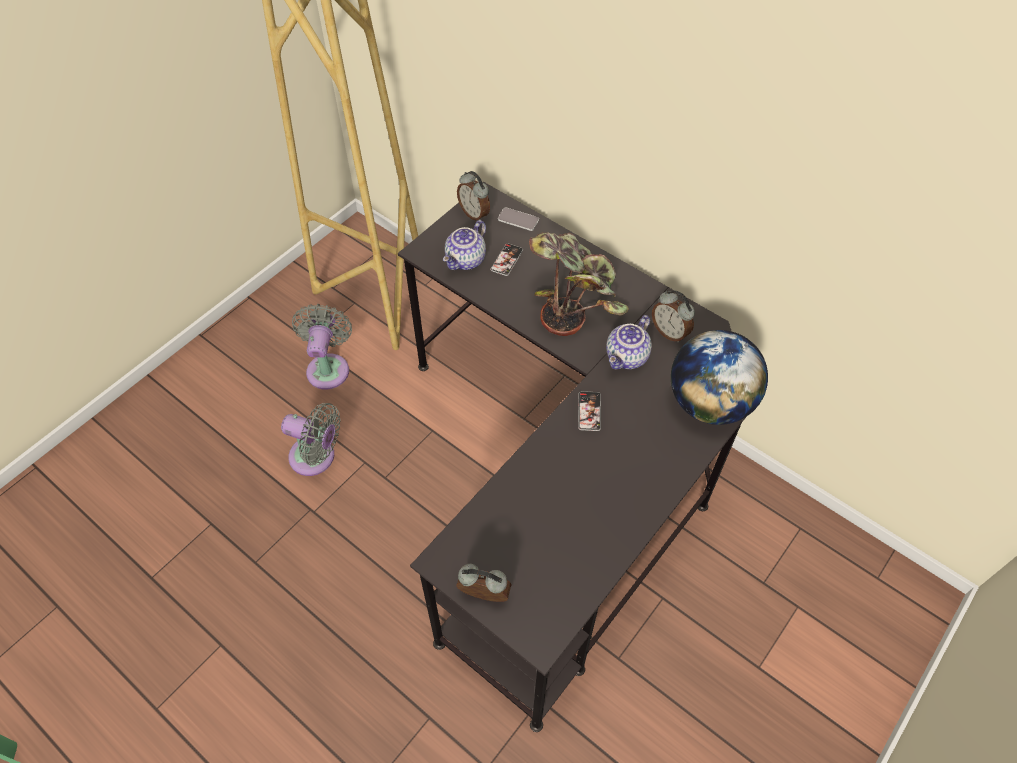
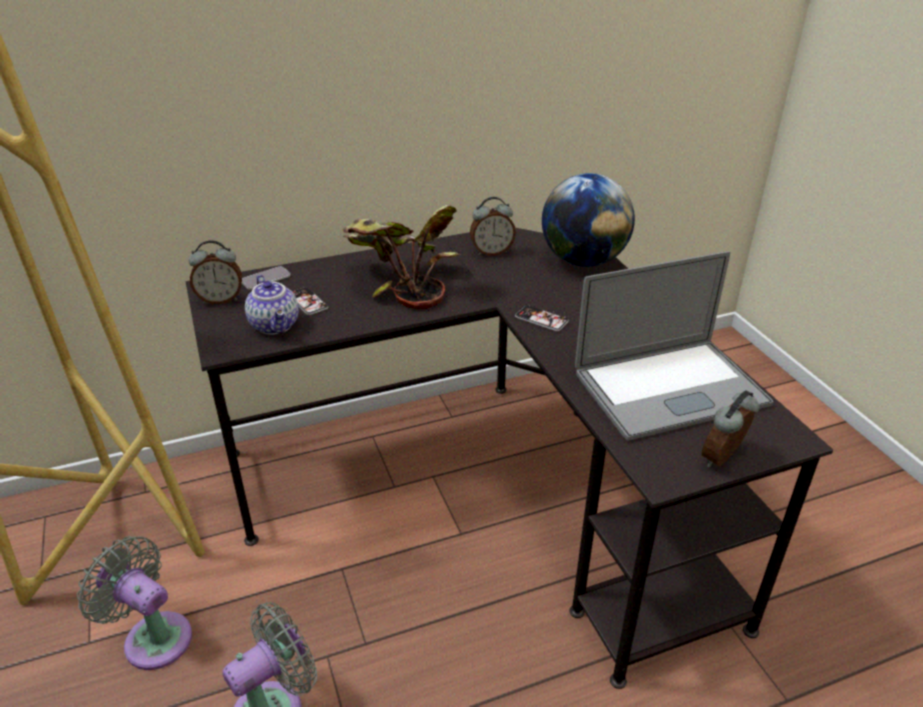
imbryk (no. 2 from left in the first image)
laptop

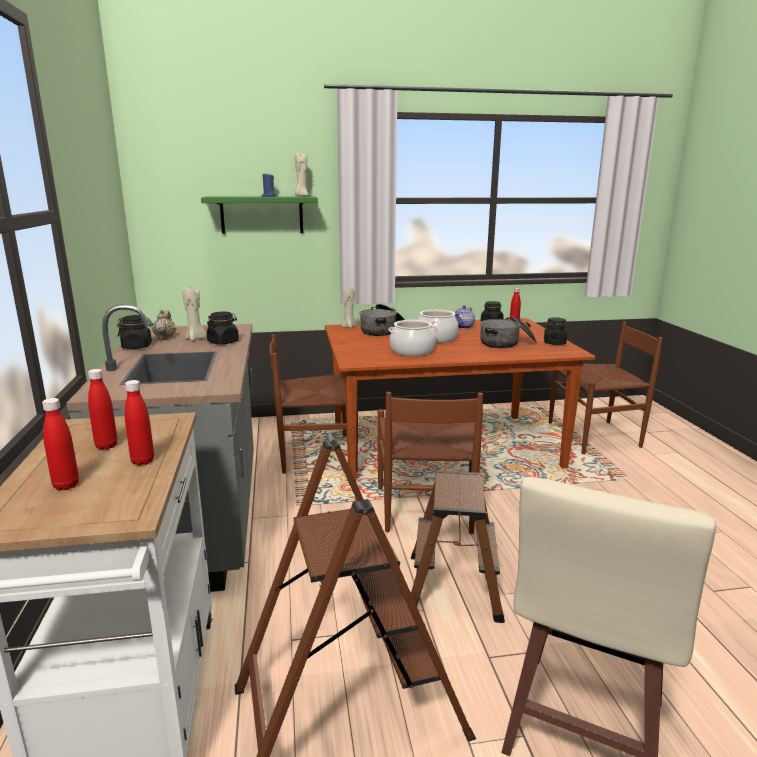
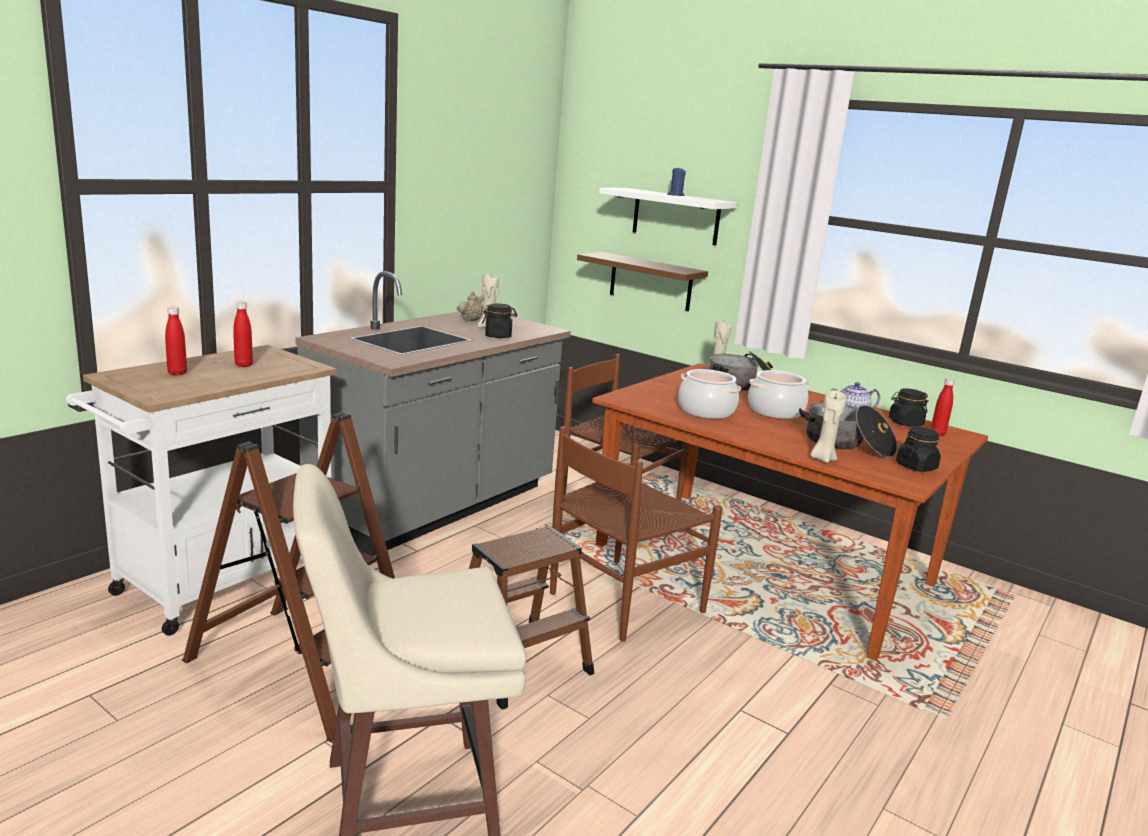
słoik (czarny) (no. 1 from left in the first image)
butelka (czerwony) (no. 3 from left in the first image)
krzesło (brązowy) (no. 3 from left in the first image)
półka (brązowy)
świeca (beżowy) (no. 3 from left)
półka (biały)

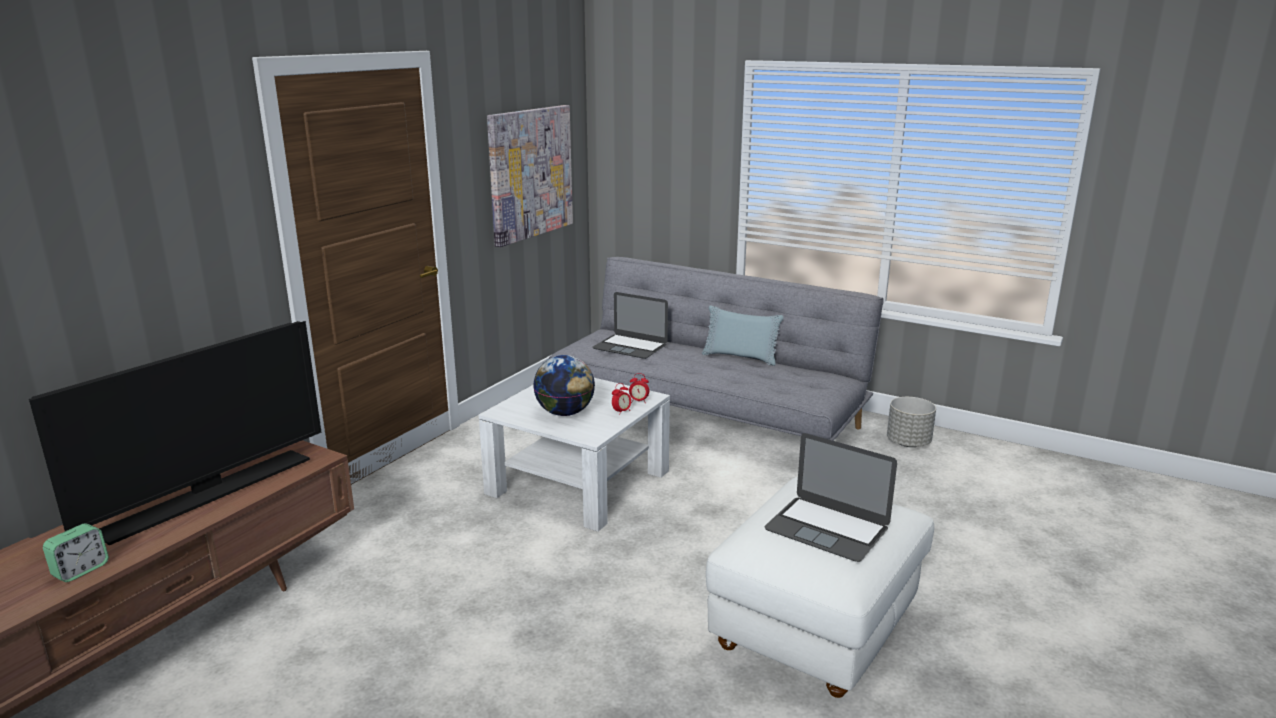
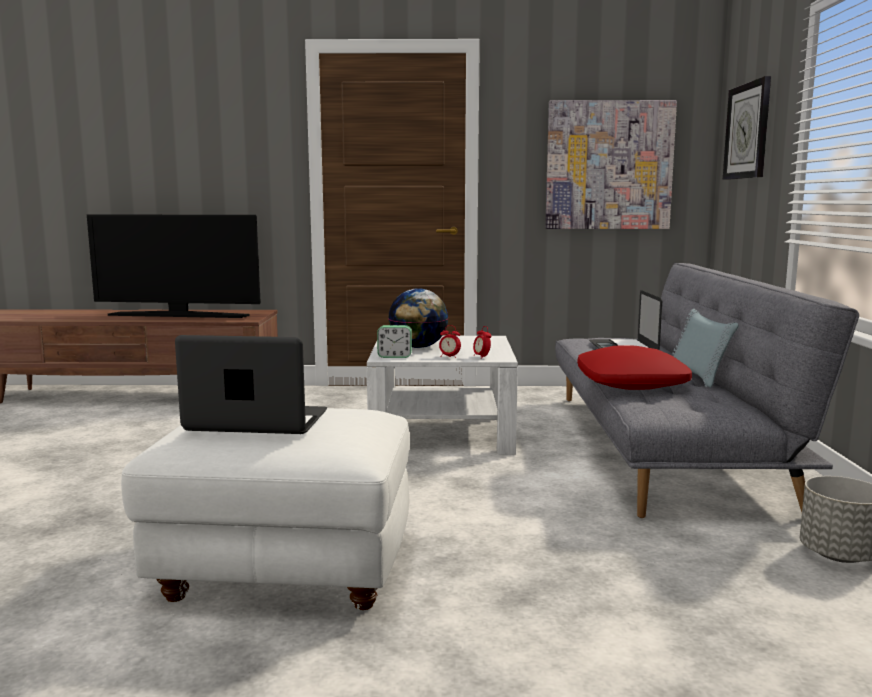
poduszka (czerwony)
zegar ścienny
budzik (no. 1 from left)
laptop (no. 1 from left)

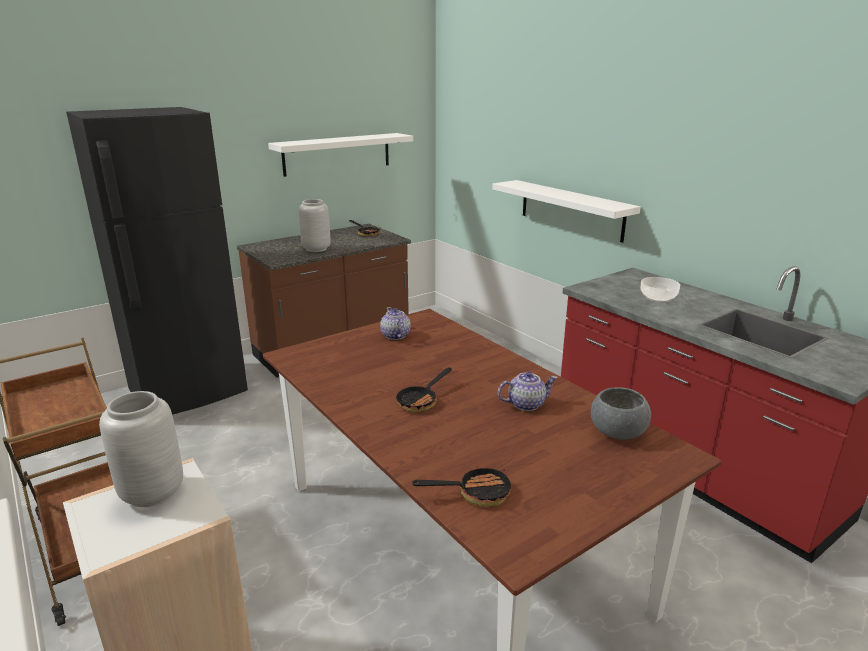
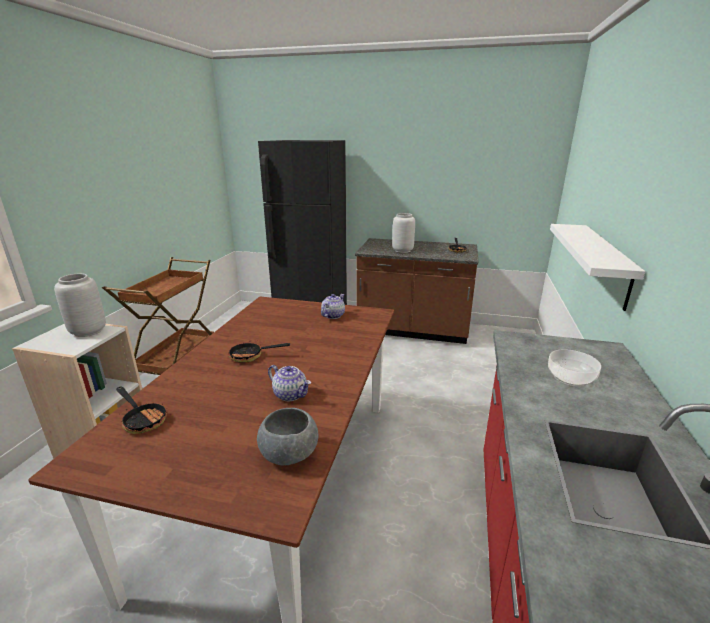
półka (biały) (no. 1 from left in the first image)

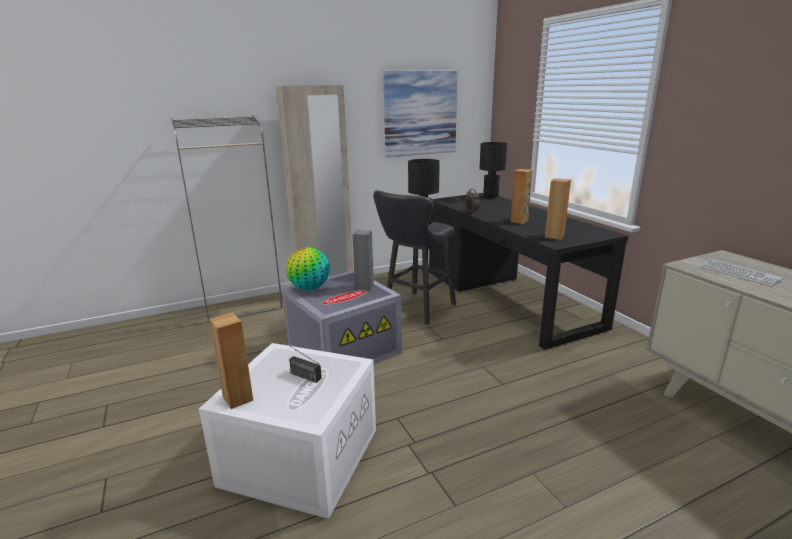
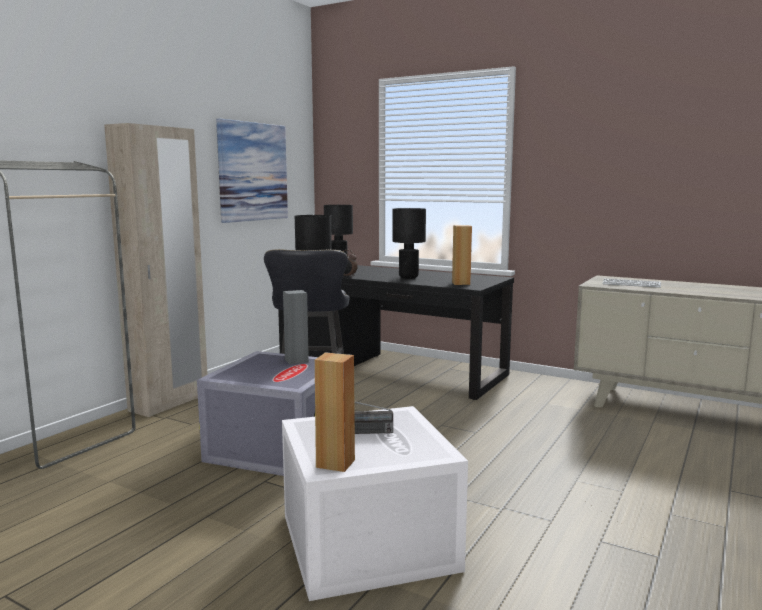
globus
lampa stołowa (czarny) (no. 3 from left)

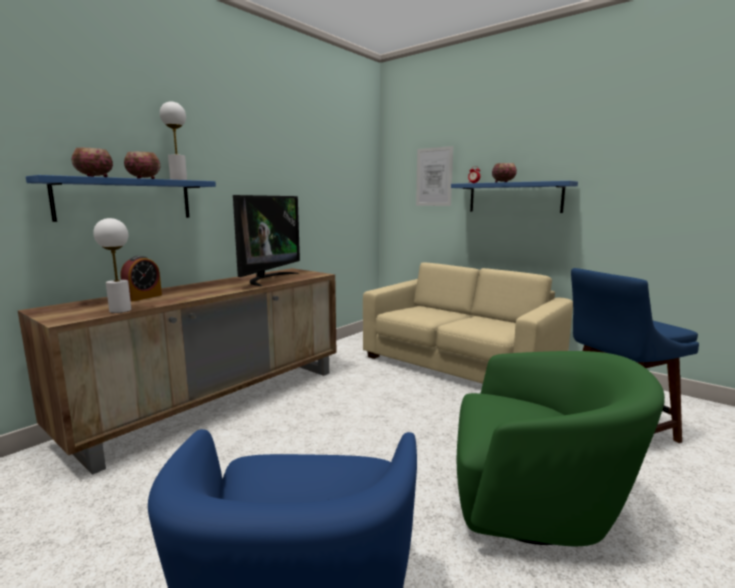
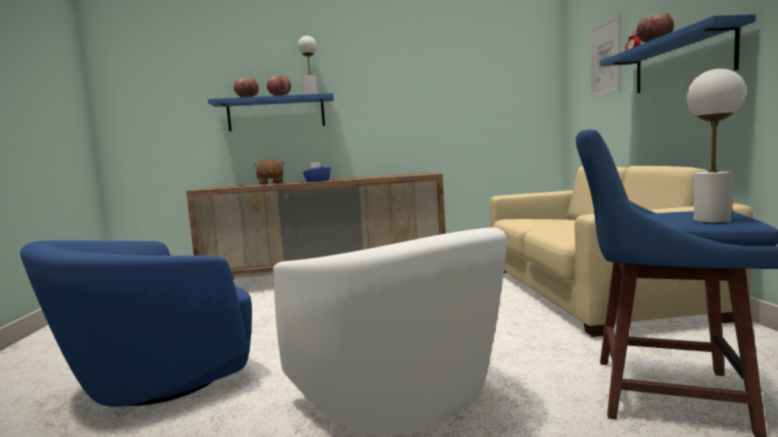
telewizor
pudełko chusteczek (niebieski)
lampa stołowa (biały) (no. 2 from left)
pluszak (brązowy)
fotel (biały)

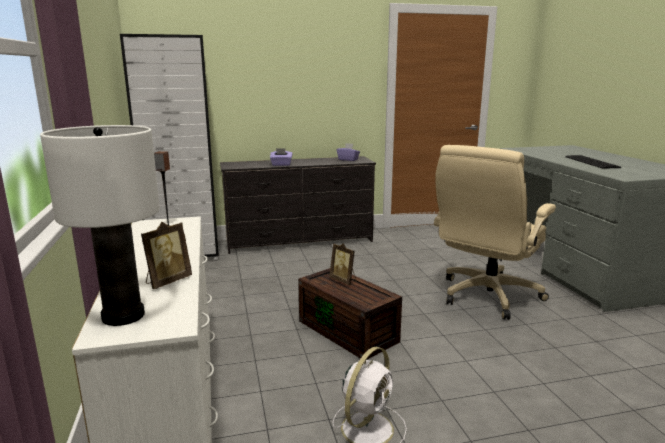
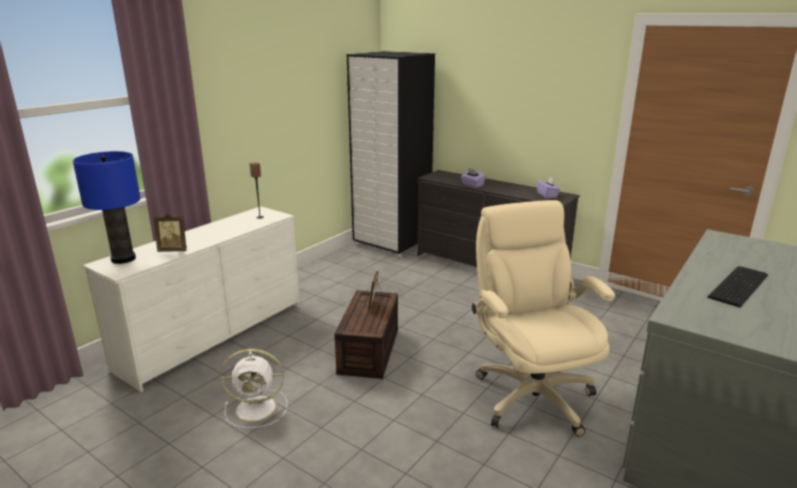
lampa stołowa (niebieski)
krzesło biurowe (beżowy)

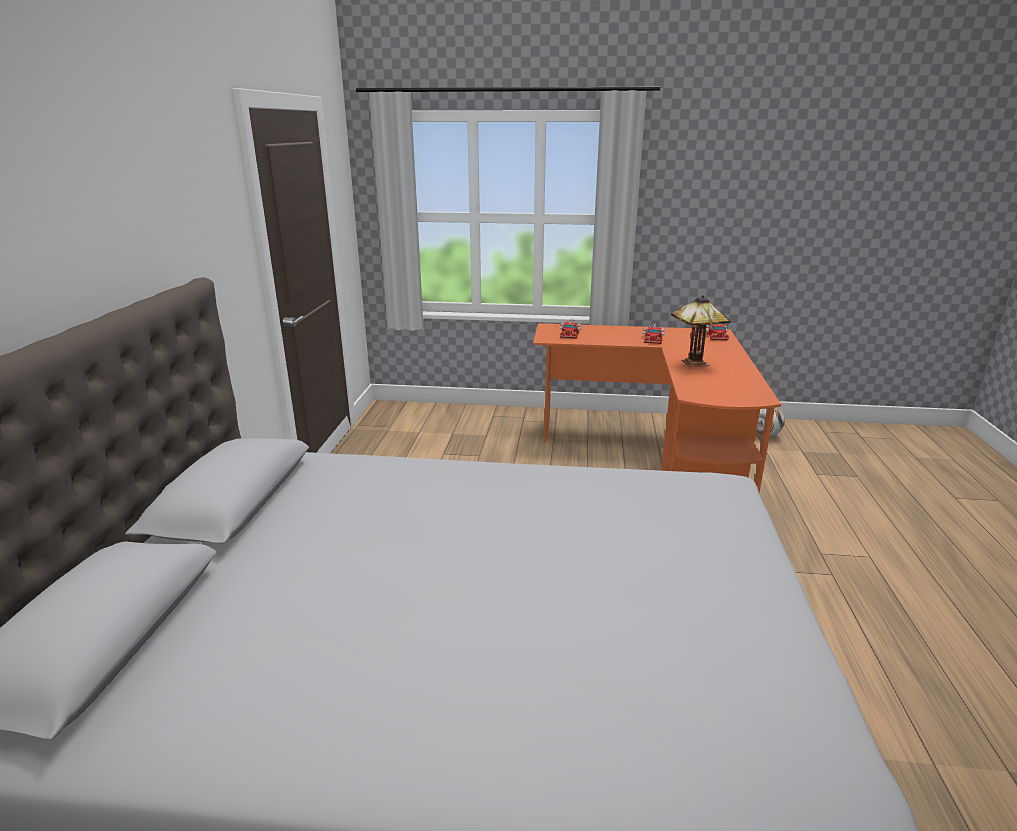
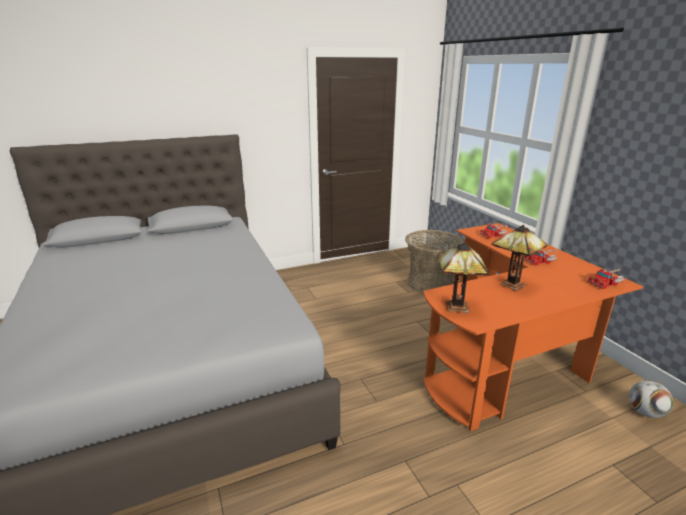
koszyk
lampa stołowa (no. 1 from left)

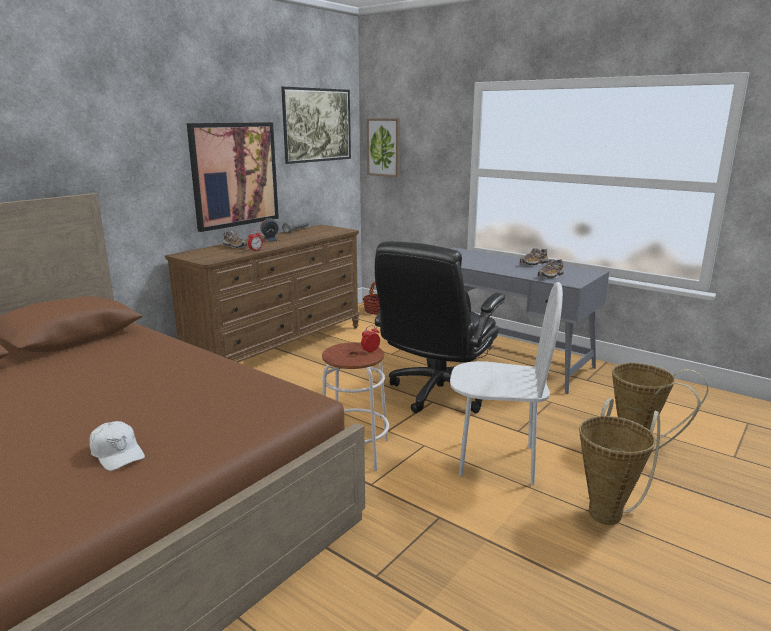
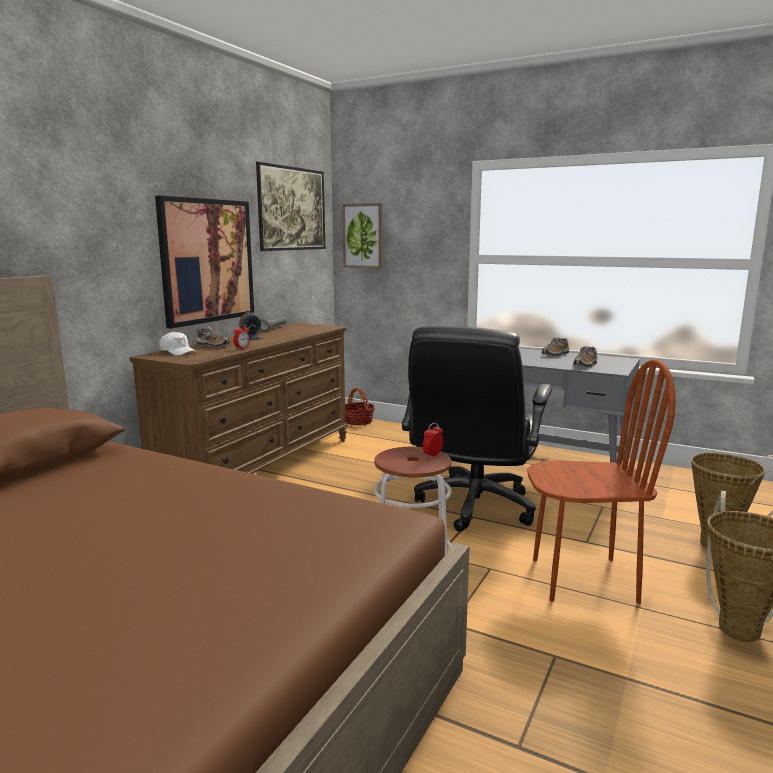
czapka z daszkiem (biały)
krzesło (brązowy)

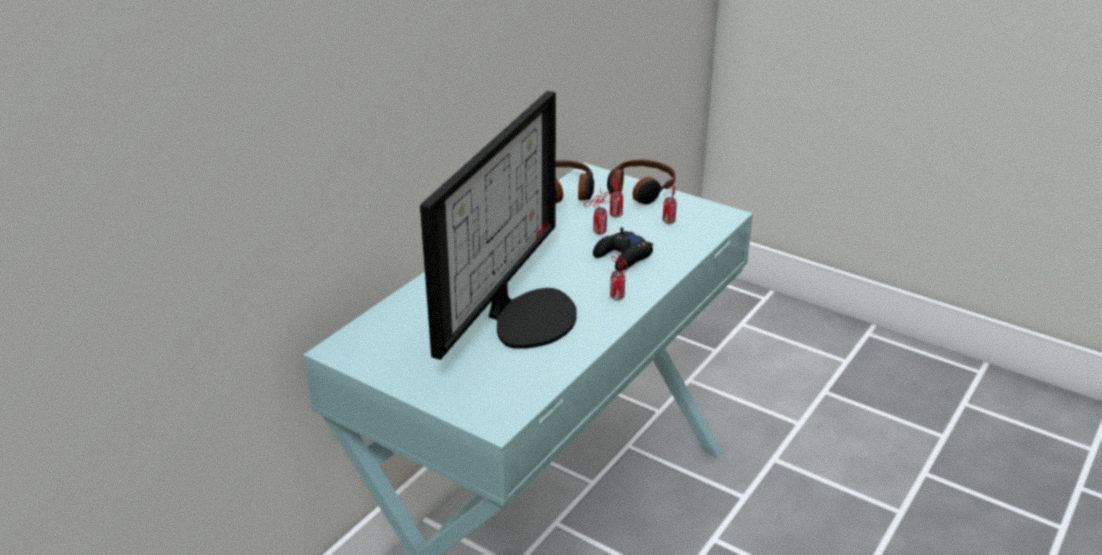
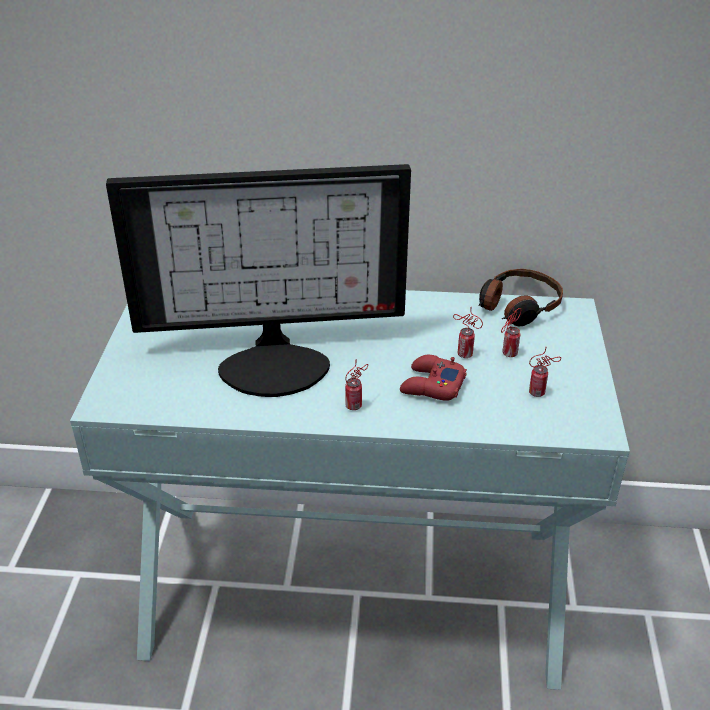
słuchawki (no. 2 from left in the first image)
pad do gier (czerwony)

